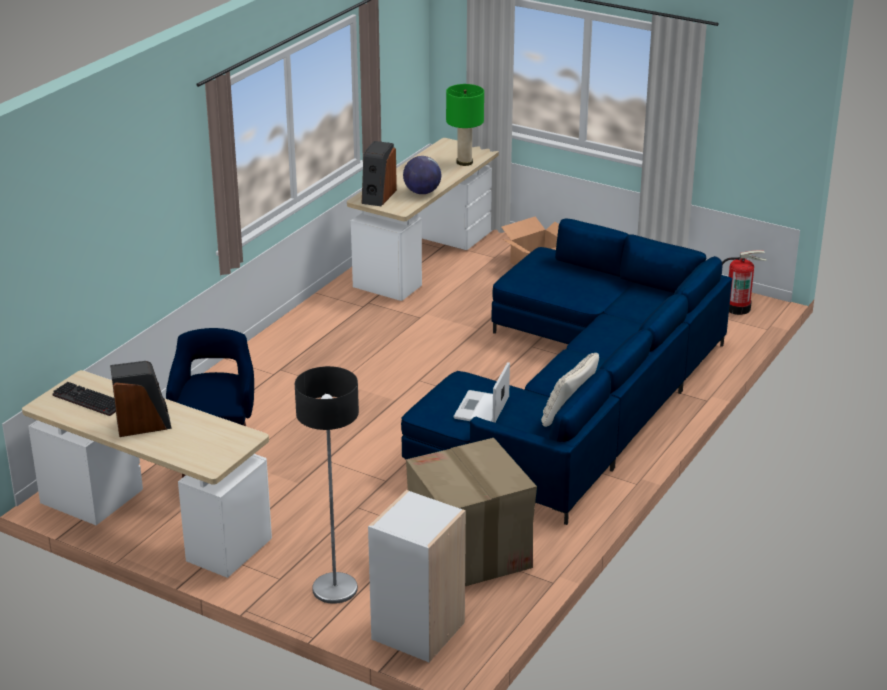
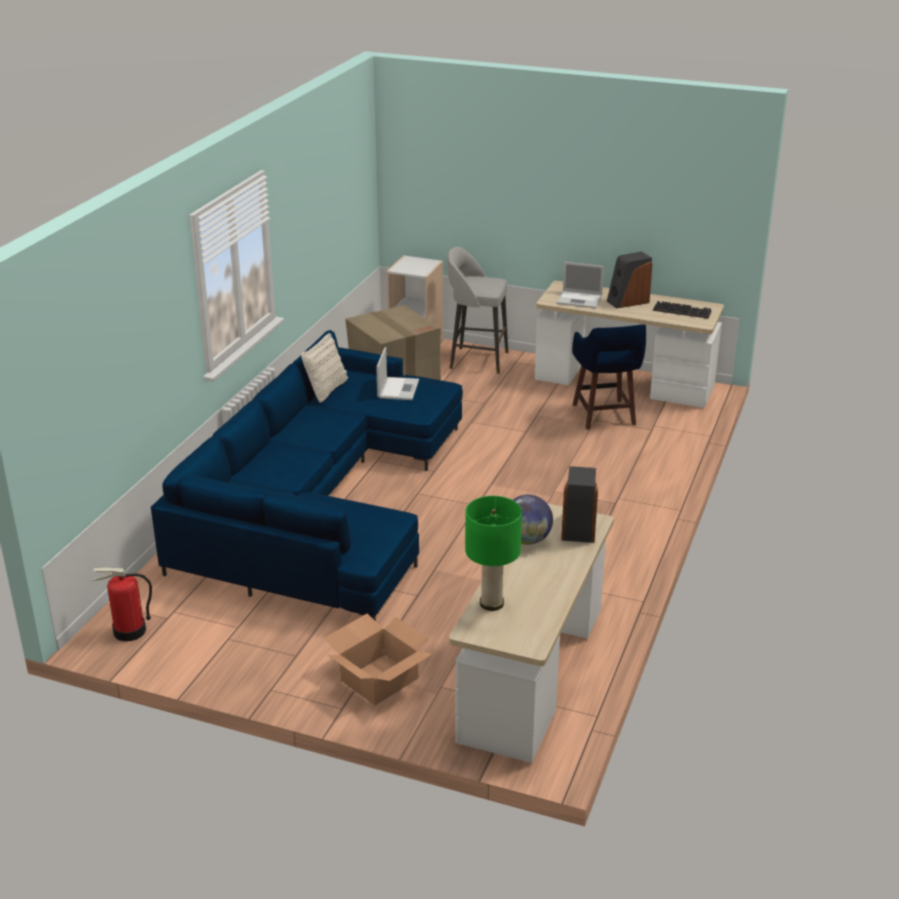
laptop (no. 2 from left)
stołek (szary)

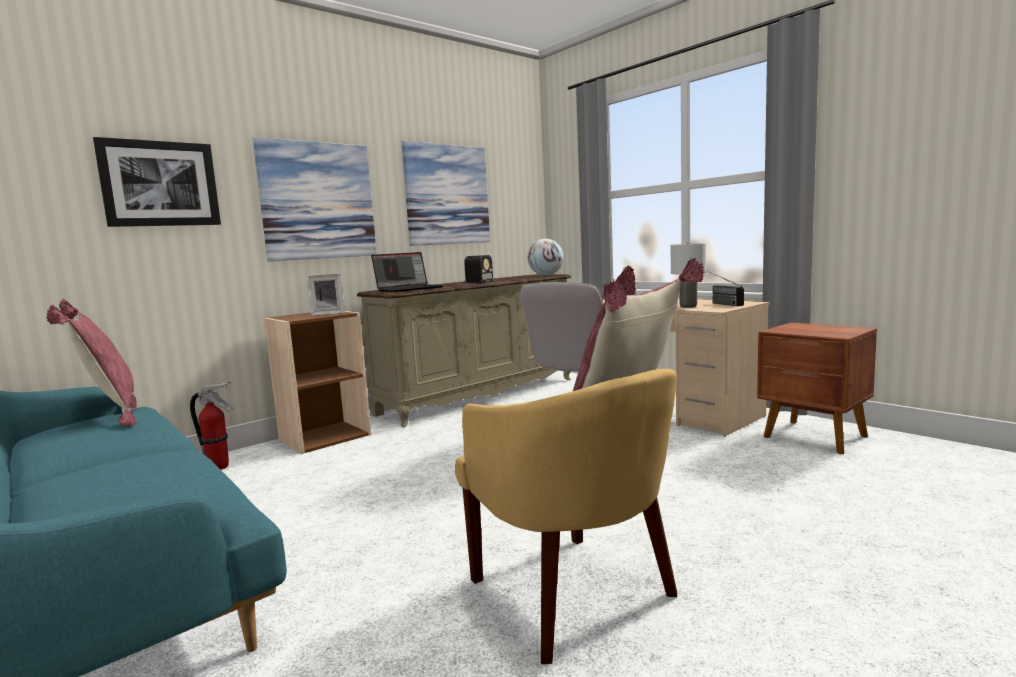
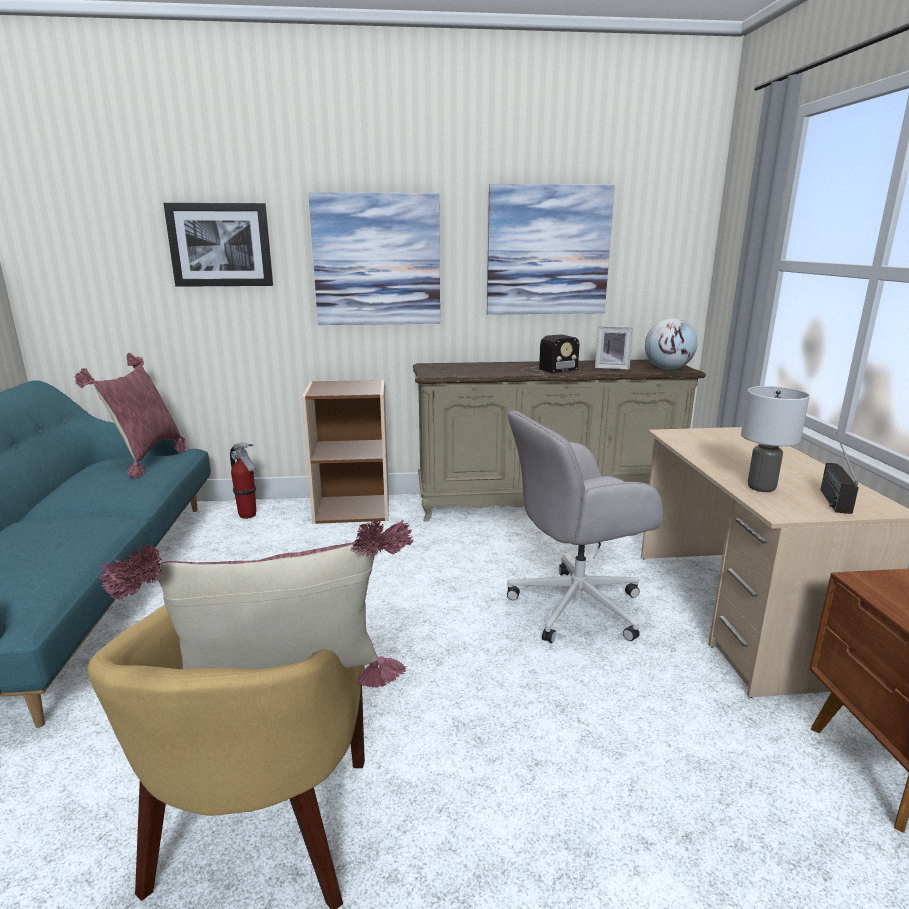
laptop
ramka na zdjęcie

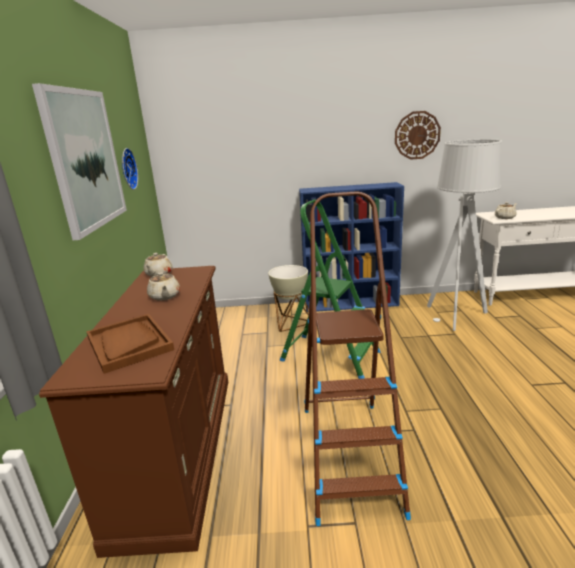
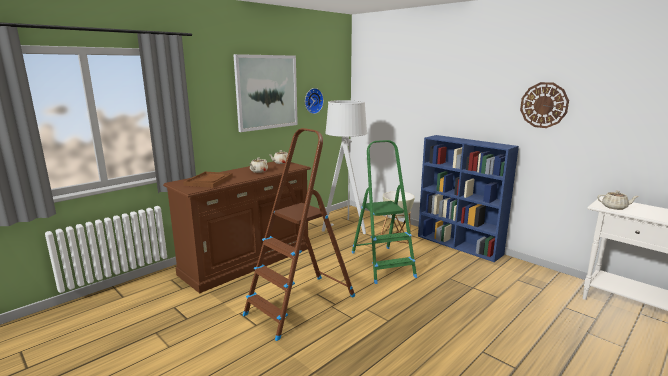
lampa stojąca (szary)

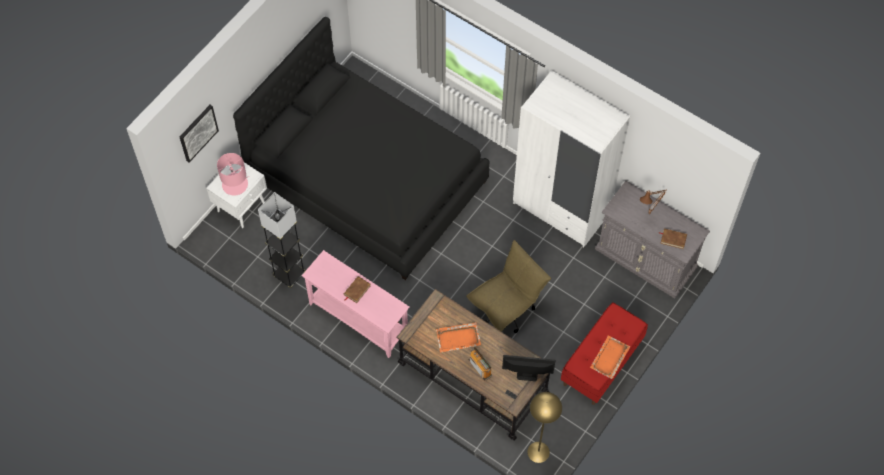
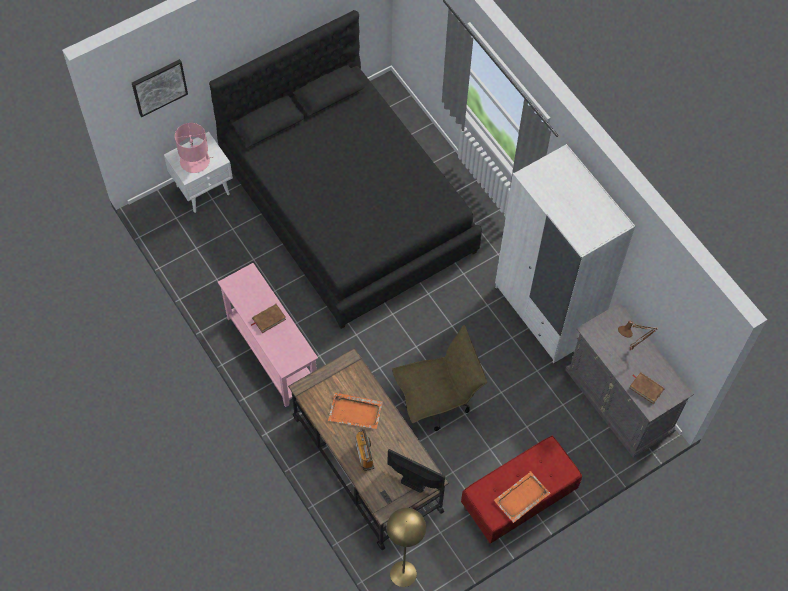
lampa stojąca (szary)

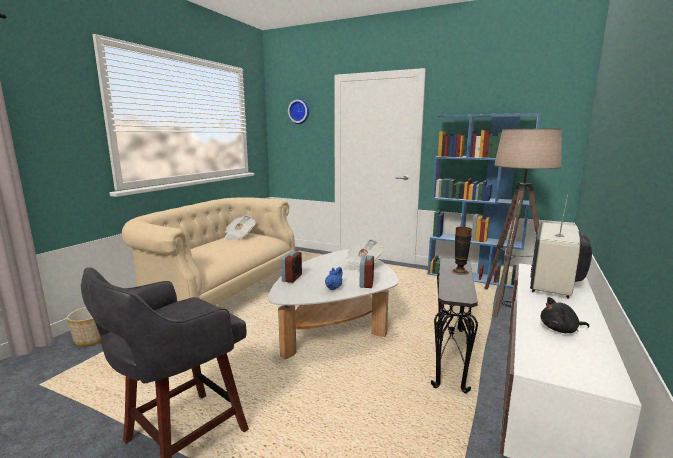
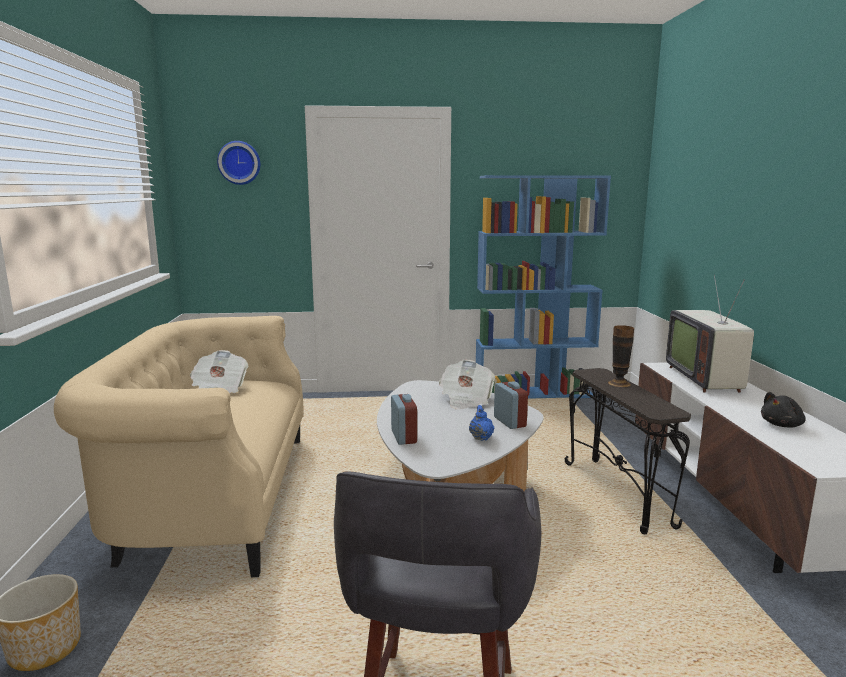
lampa stojąca

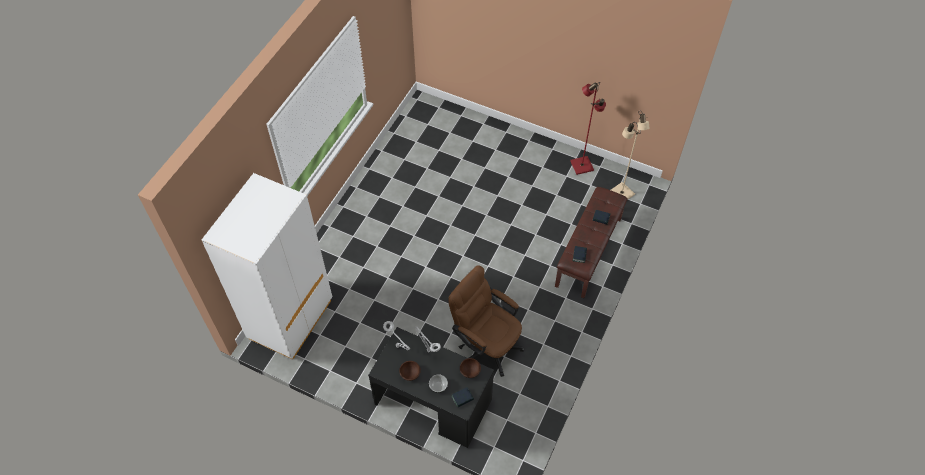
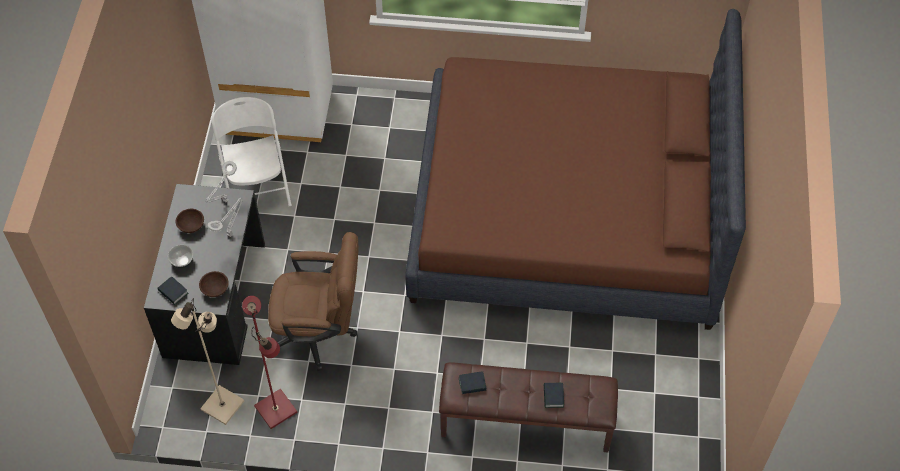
krzesło (biały)
łóżko (brązowy)
lampa stojąca (czerwony)
lampa stojąca (beżowy)
krzesło biurowe (brązowy)

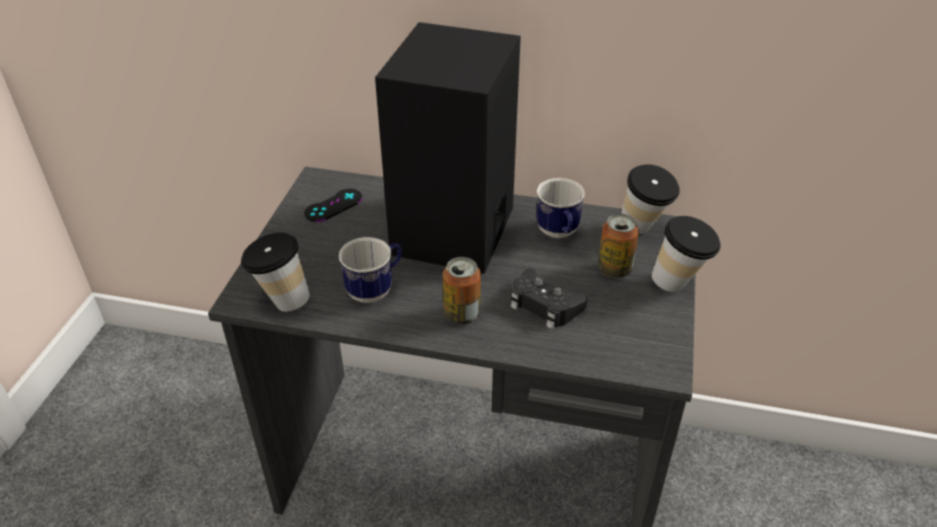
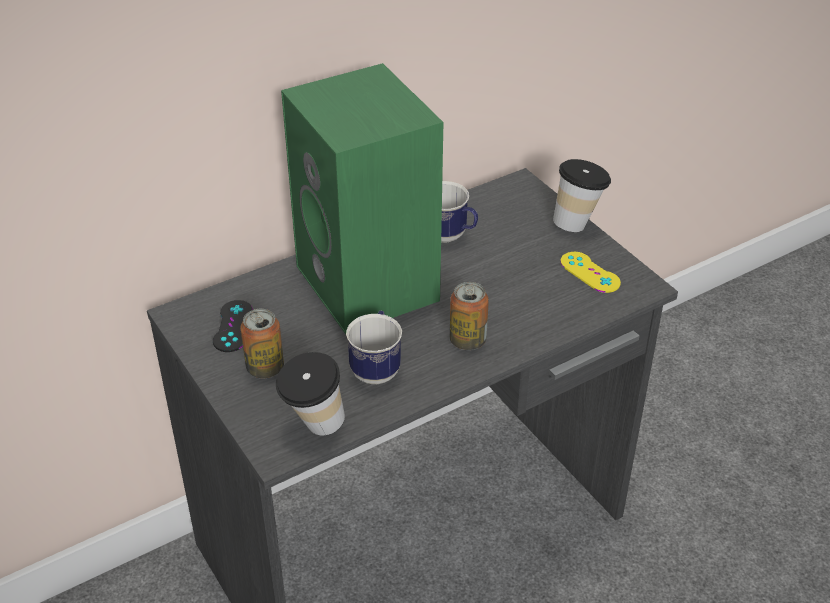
pad do gier (czarny) (no. 2 from left in the first image)
filiżanka (no. 2 from left in the first image)
pad do gier (żółty)
puszka (no. 1 from left)
głośnik (zielony)

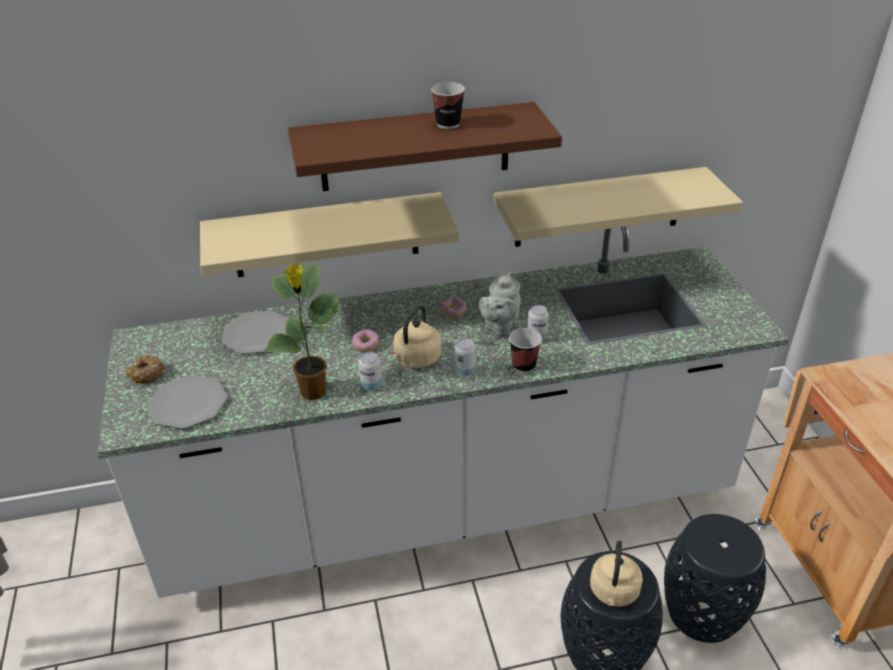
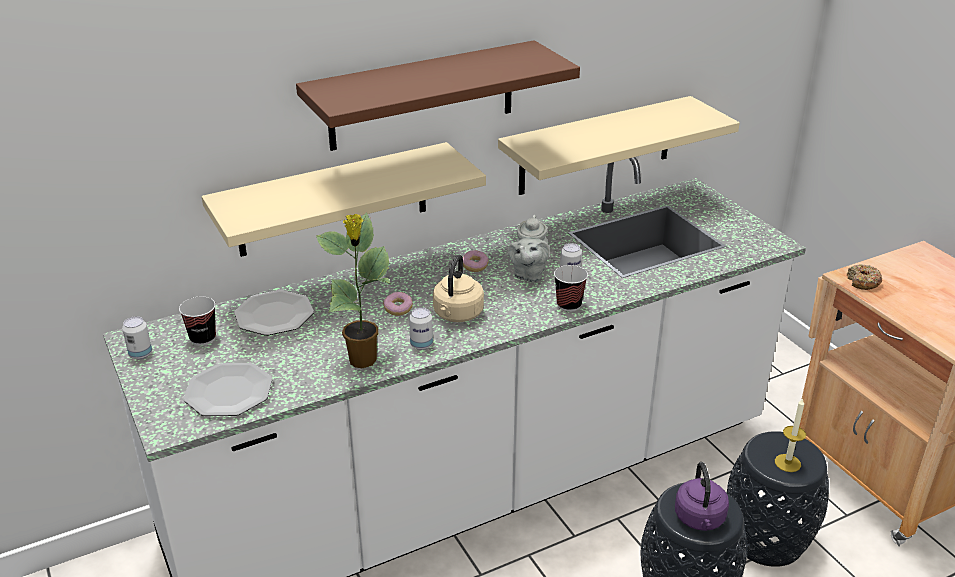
świeca
donut (no. 3 from left)
filiżanka (no. 1 from left)
puszka (no. 1 from left)
czajnik (fioletowy)

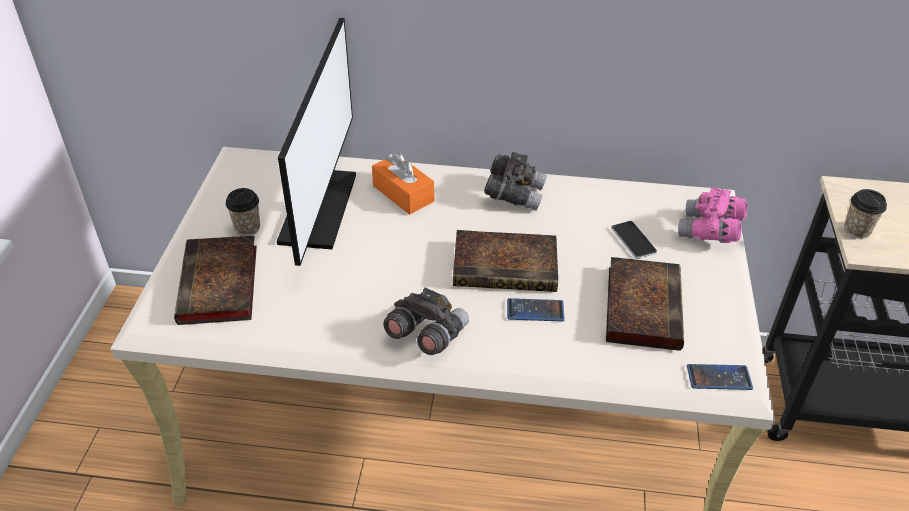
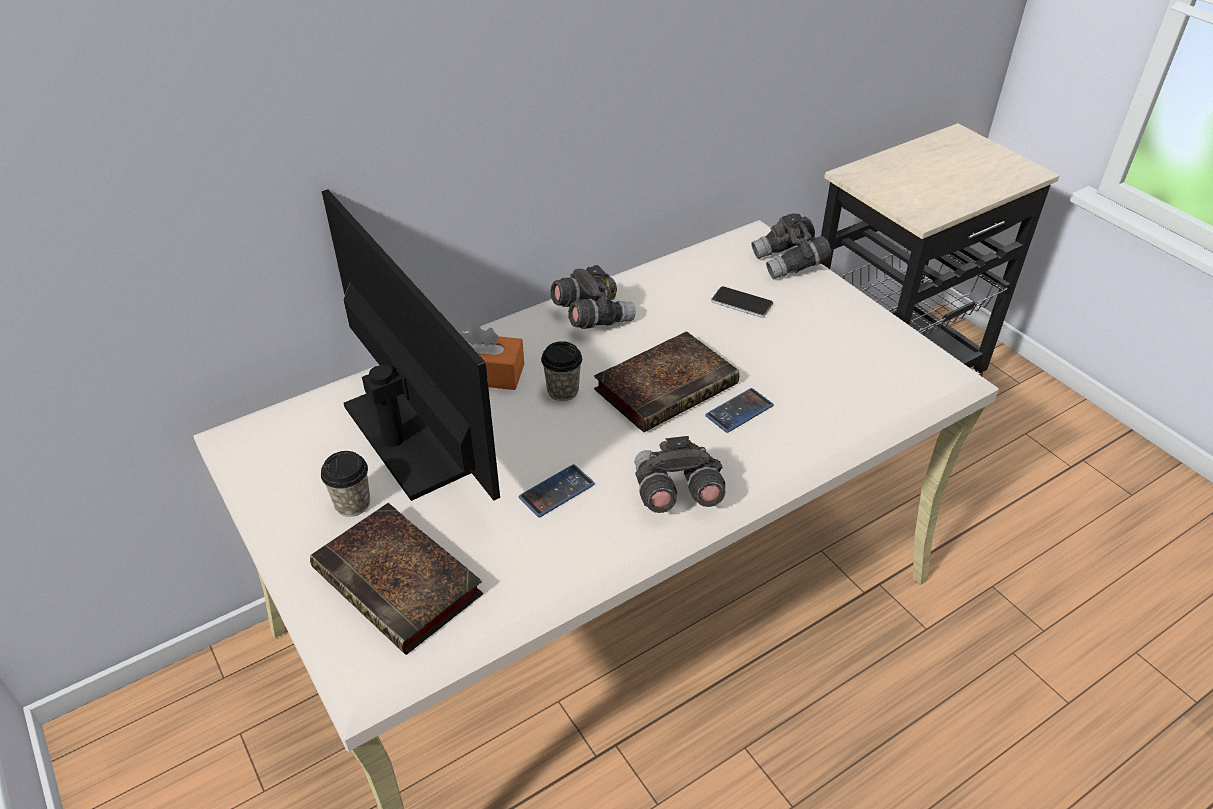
książka (no. 3 from left in the first image)
telefon (no. 1 from left)
filiżanka (no. 2 from left)
lornetka (szary) (no. 3 from left)

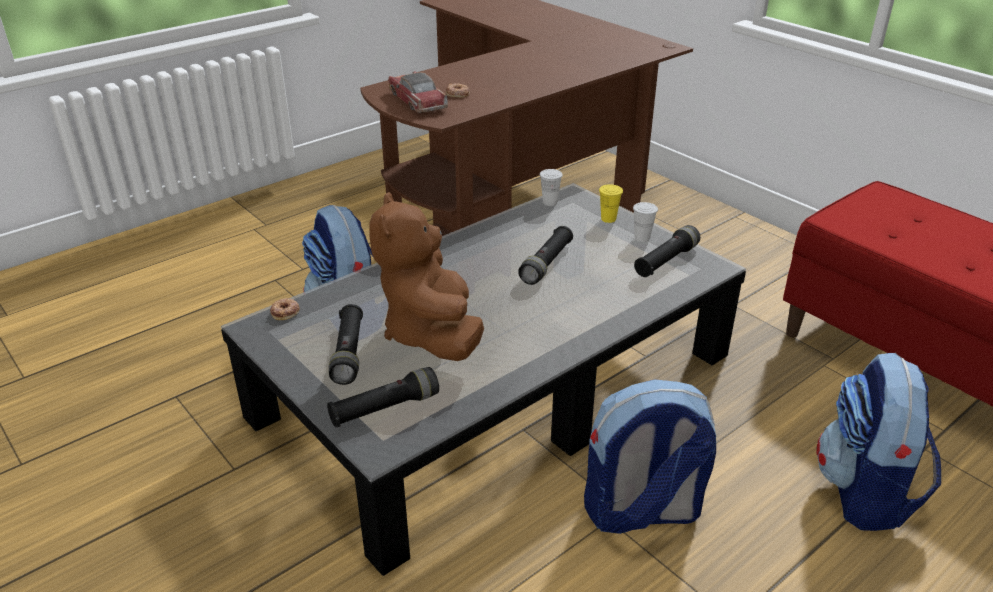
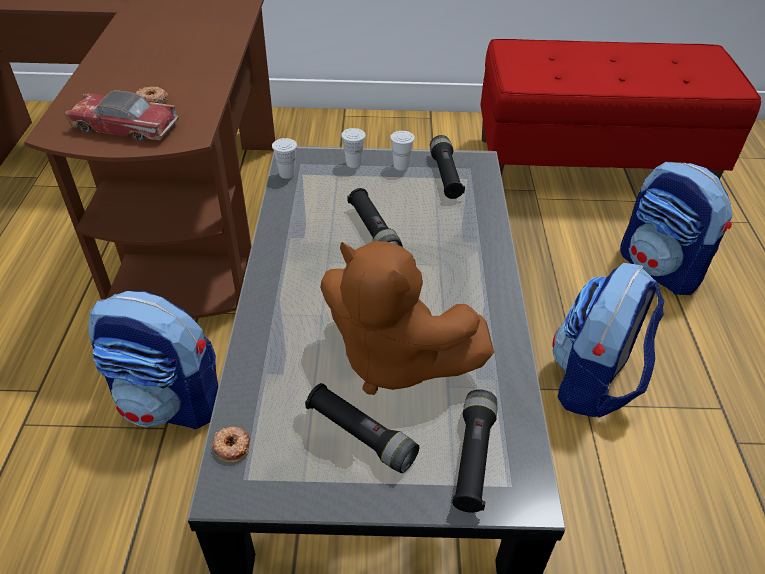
filiżanka (biały) (no. 2 from left)

